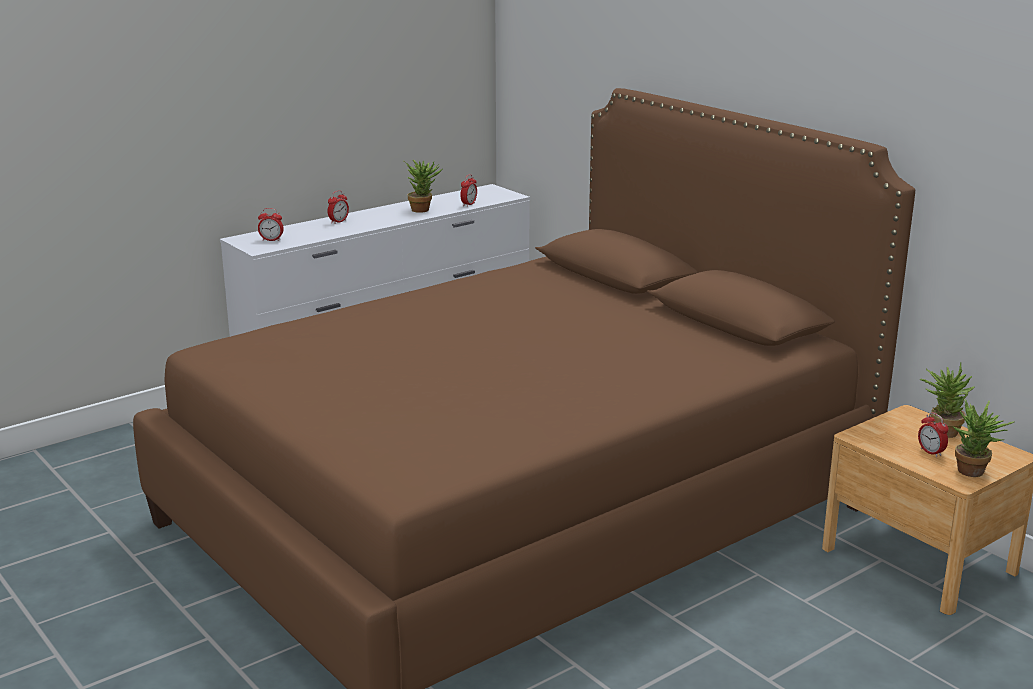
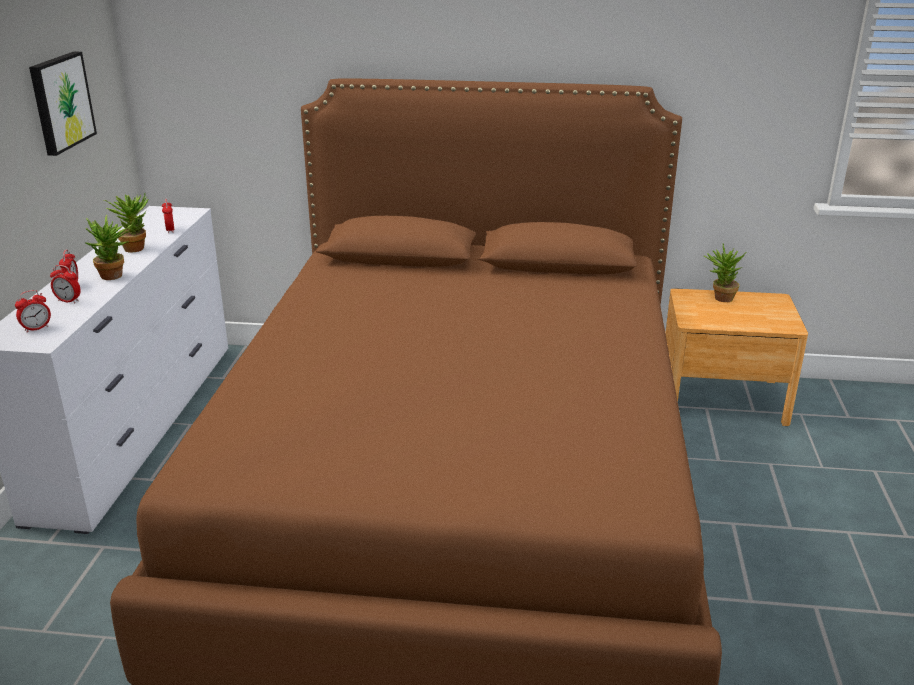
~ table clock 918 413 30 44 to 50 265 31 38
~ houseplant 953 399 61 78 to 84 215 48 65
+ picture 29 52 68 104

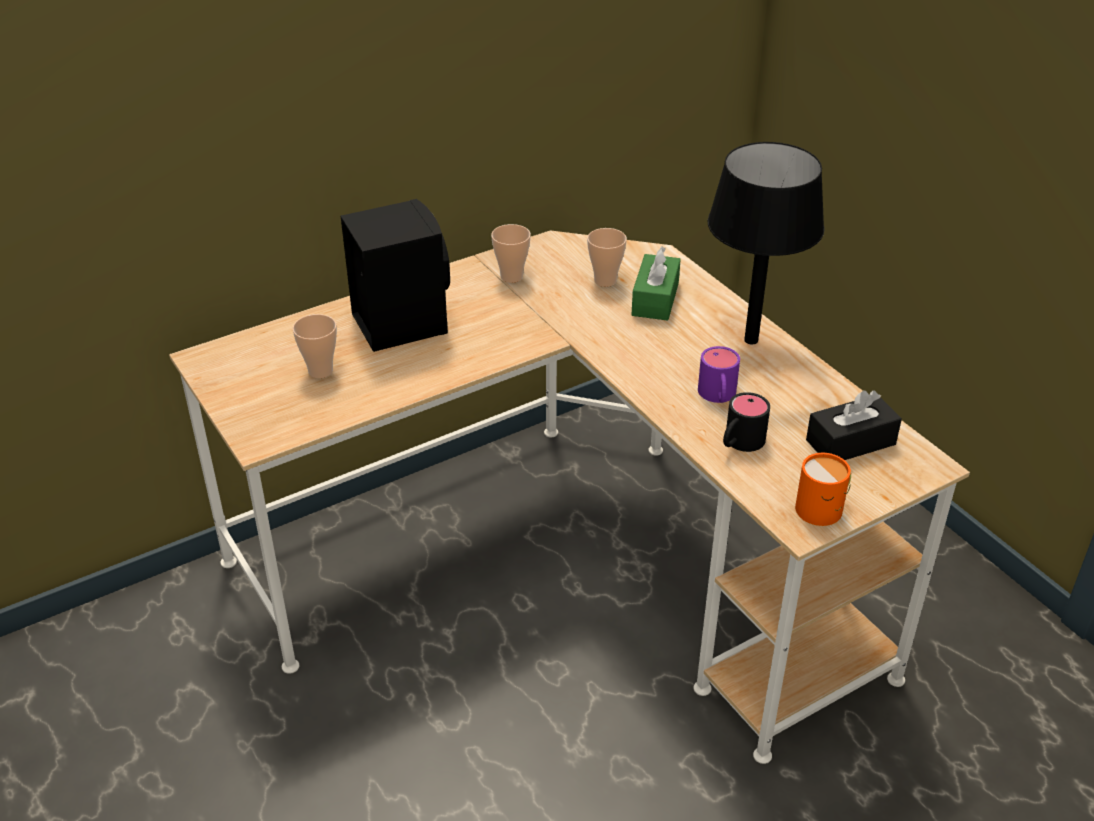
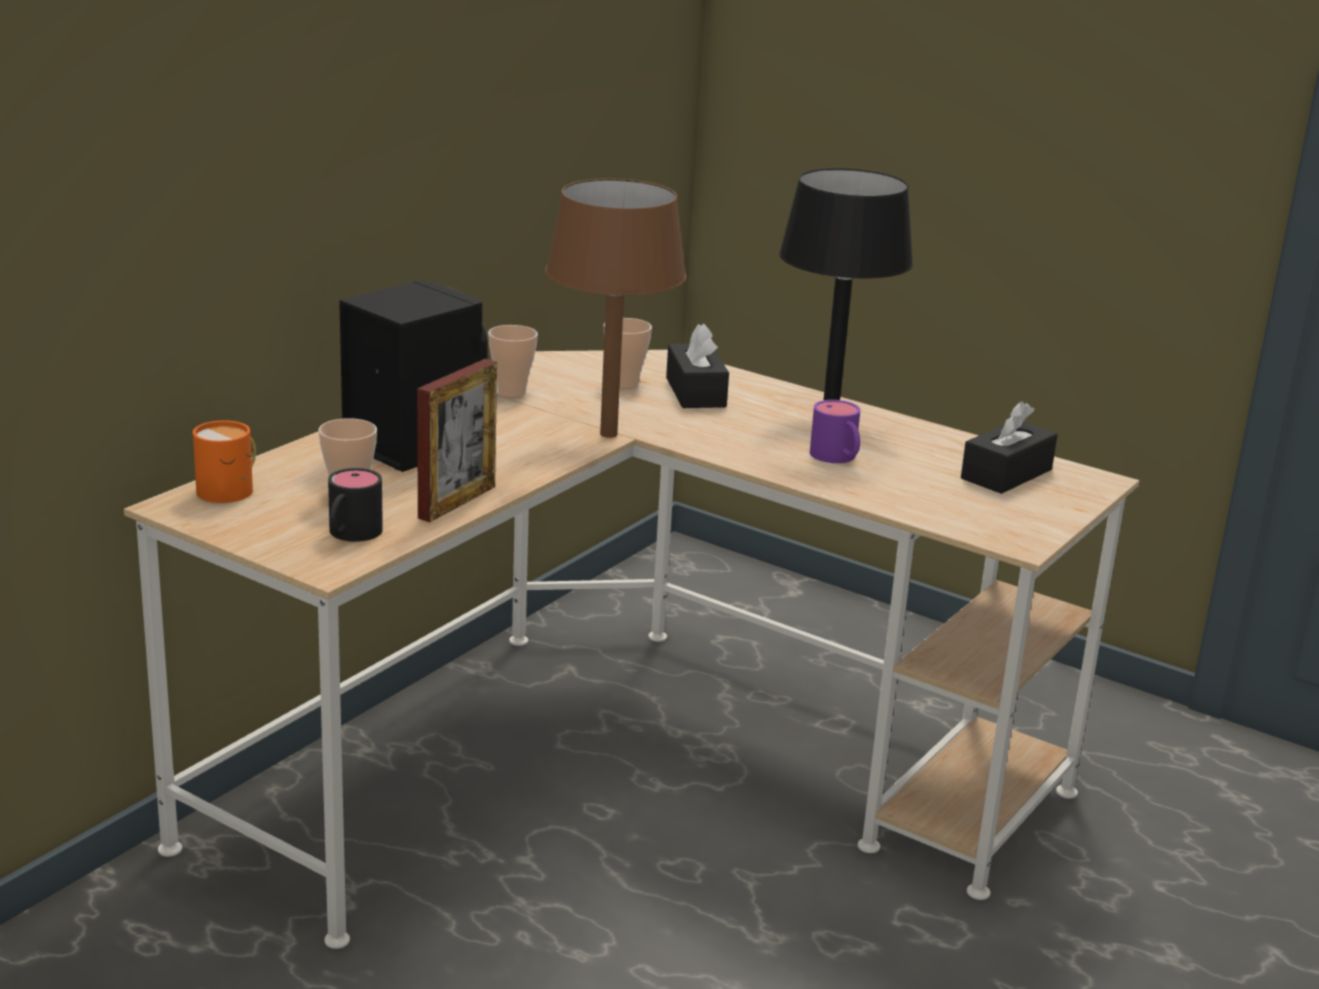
~ box of tissues in greenish 632 247 49 74 to box of tissues in black-coloured 666 323 63 85
~ tea mug in black-coloured 723 392 47 60 to 328 468 55 74
~ tea mug in orange-coloured 795 453 56 73 to 193 420 63 83
+ photo frame 417 359 80 163
+ table lamp in brownish 545 179 141 259

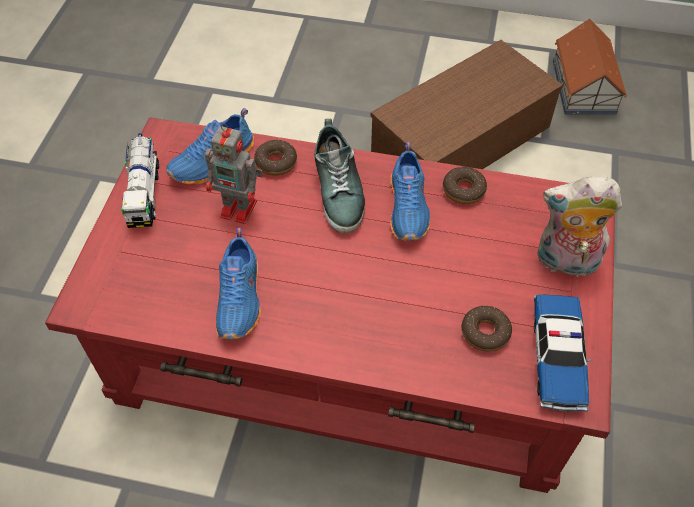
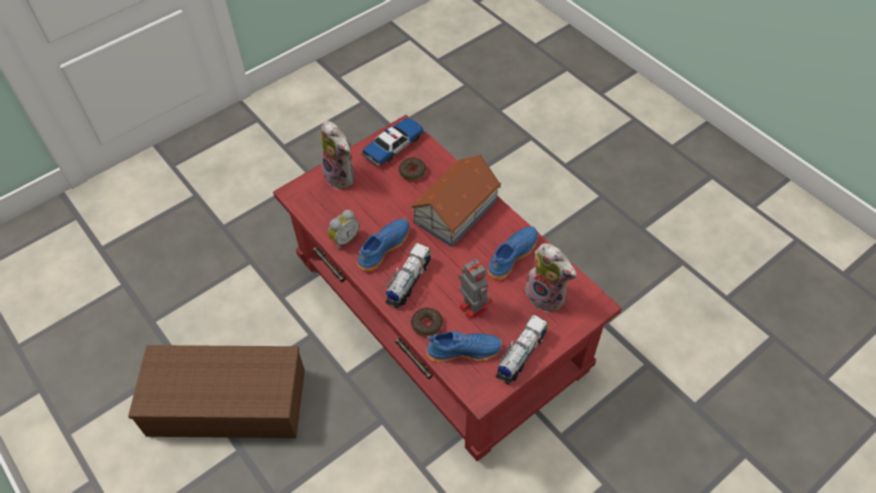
~ low shoe 314 119 51 115 to toy truck 385 243 46 66
~ donut 443 167 44 37 to table clock 328 210 31 39
~ toy house 553 19 74 96 to 410 155 92 92
+ cuddly toy 524 243 52 70

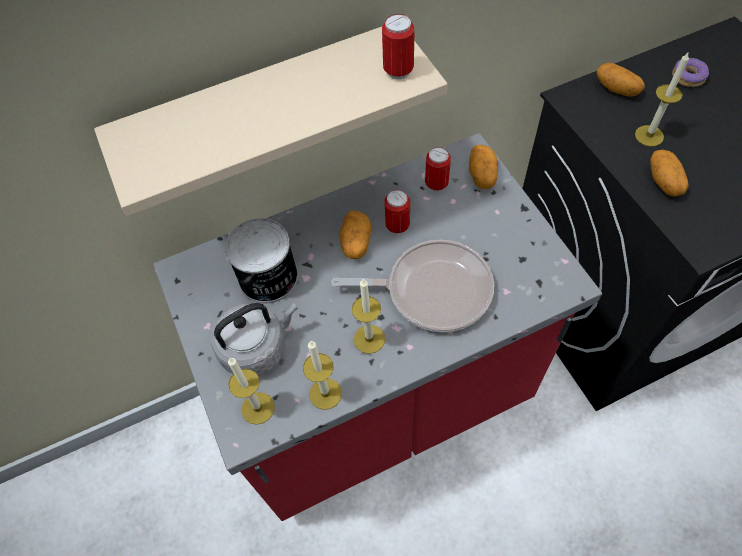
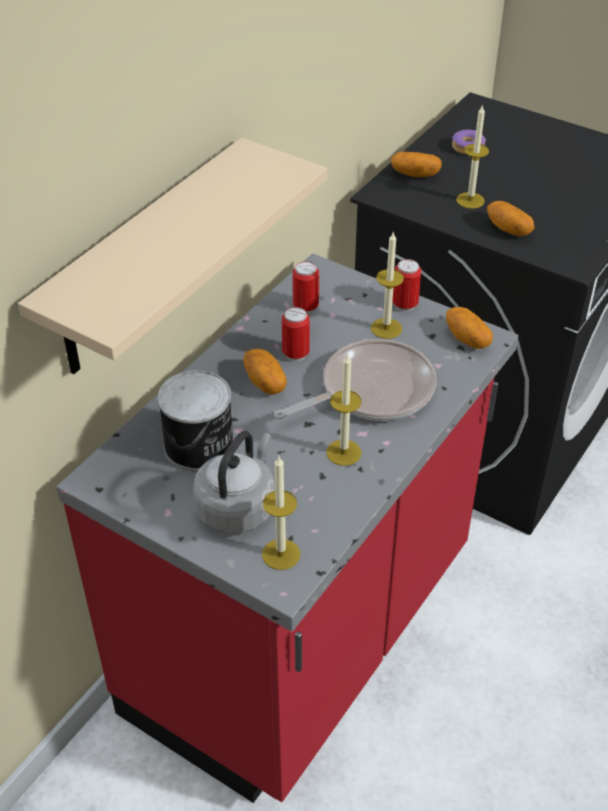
~ wax candle 303 341 39 69 to 371 231 33 108
~ sealed can 382 14 32 65 to 393 259 28 53
~ potato 469 145 29 44 to 446 307 47 42

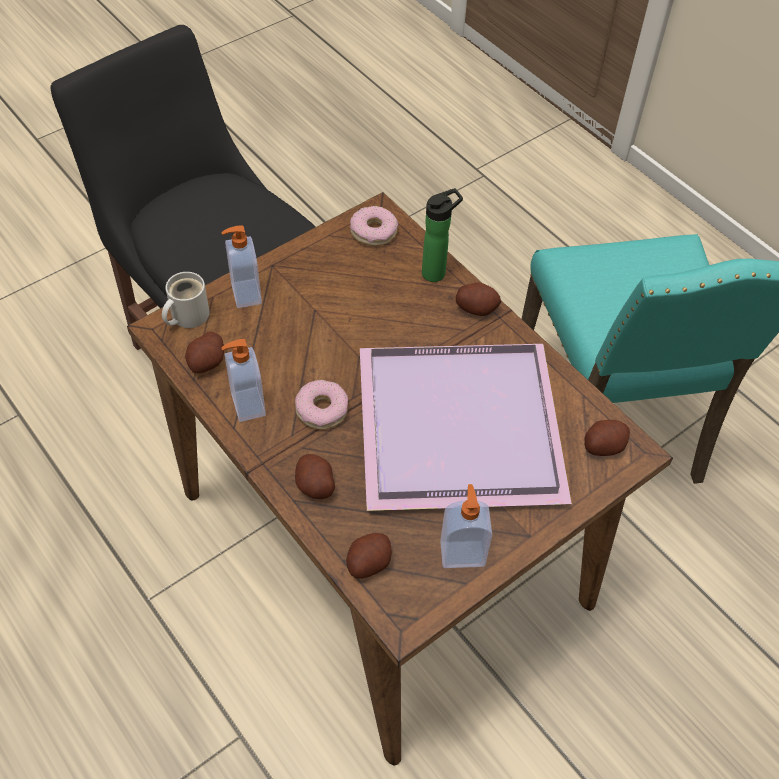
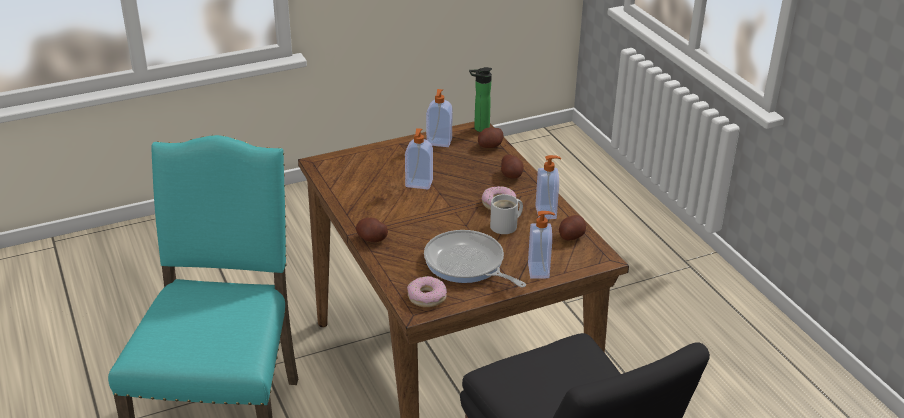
~ tea mug in white-coloured 162 272 48 56 to 490 194 33 40
~ tray in purple 360 344 212 167 to soap bottle 405 128 28 61
~ beverage bottle 422 188 41 94 to 469 67 23 65
- potato 584 420 46 36
+ pan 424 230 102 58

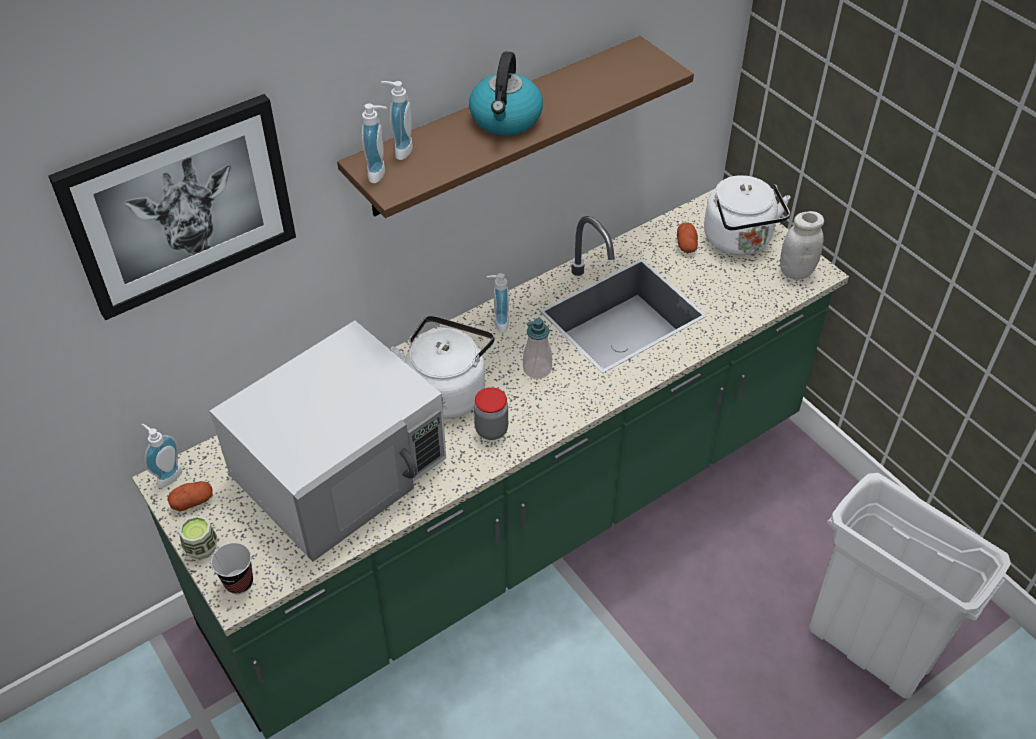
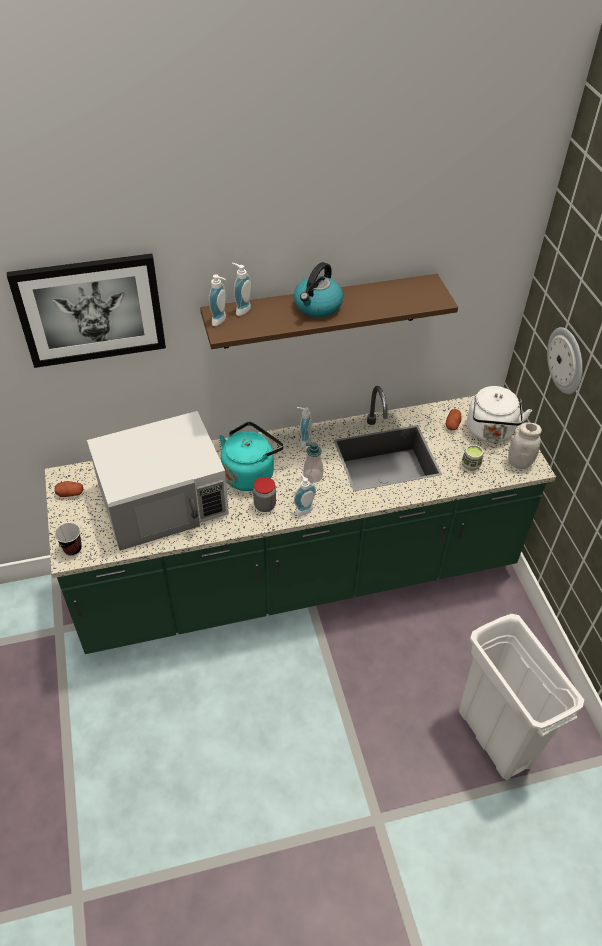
~ soap bottle 142 424 41 64 to 294 473 22 43
~ small cup 179 516 39 44 to 462 445 22 26
~ kettle in white-coloured 391 316 104 103 to kettle in blue-green 219 422 65 69
+ clock on the wall 547 327 36 67

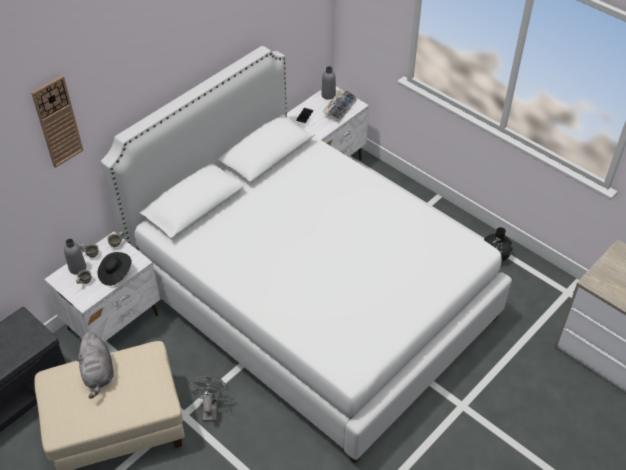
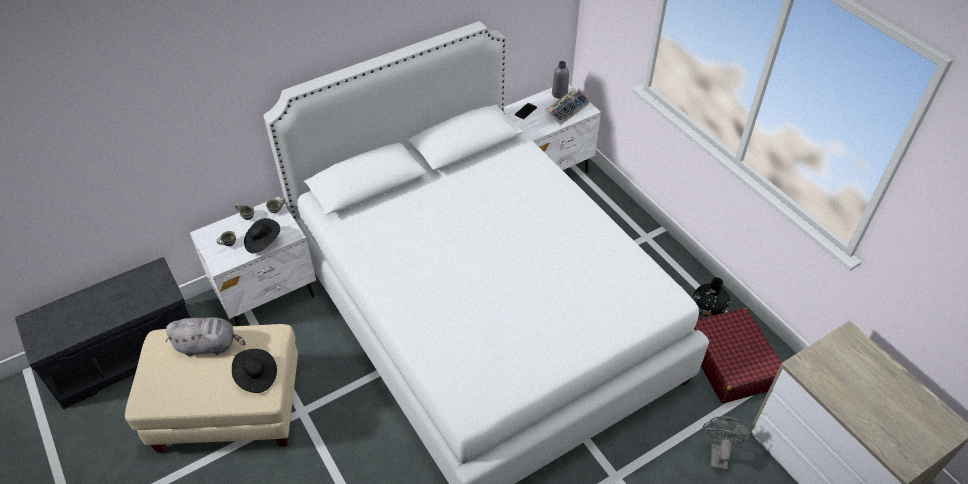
- clock on the wall 31 75 53 93
- beverage bottle in greyish 64 239 22 36
~ cuddly toy in greyish 77 332 37 67 = 166 317 80 39 90 degrees counterclockwise
~ fan in greyish 187 376 41 46 to 703 416 49 55
+ clothing hat in black-coloured 232 349 45 44
+ piece of luggage in reddish 694 308 88 95

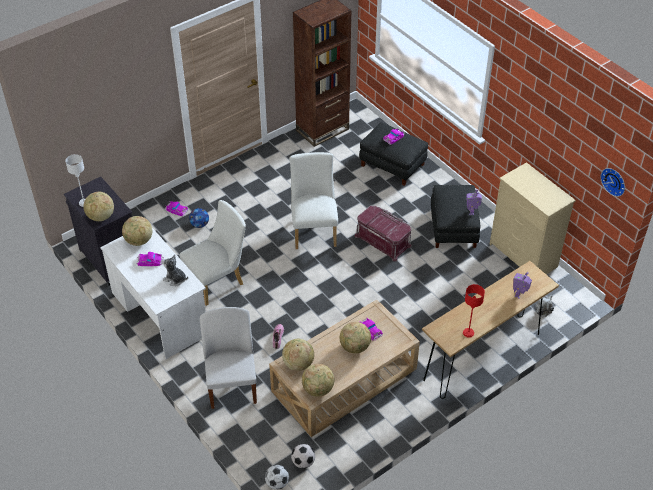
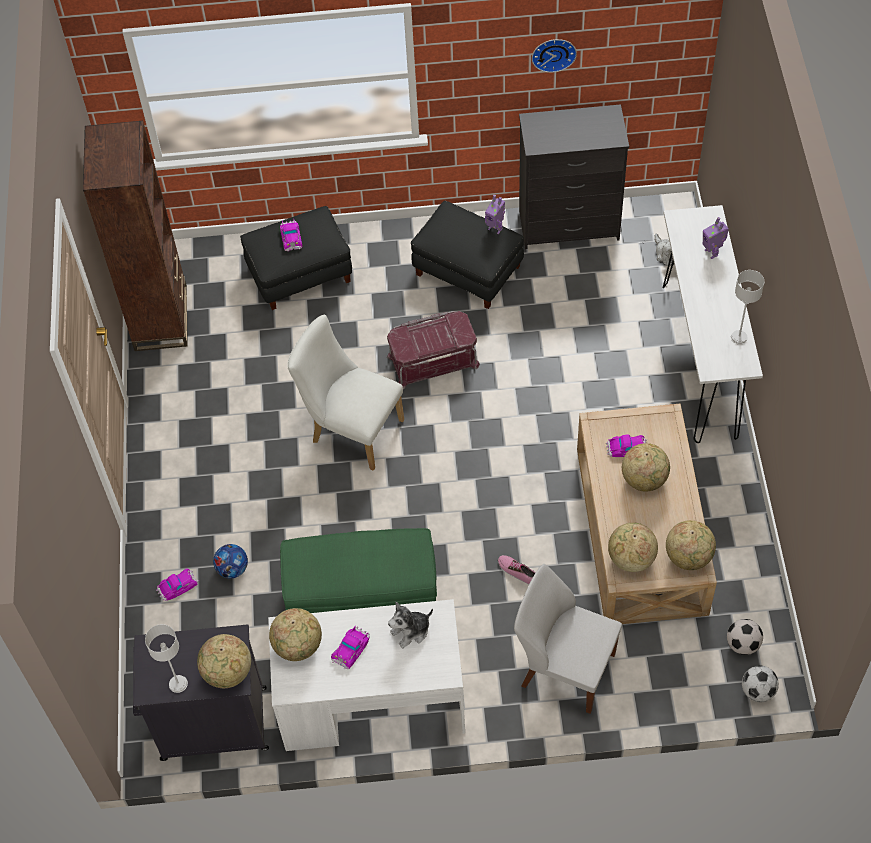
~ plain chair in white-coloured 180 200 66 106 to ottoman in greenish 280 528 157 85
~ console table in brownish 422 261 137 138 to console table in white-coloured 663 205 100 238
~ table lamp in reddish 463 284 22 54 to table lamp in greyish 731 270 33 75
~ drawer chest in sand-coloured 489 162 87 112 to drawer chest in black-coloured 519 104 110 145
~ clock on the wall 601 168 24 29 to 532 39 45 34

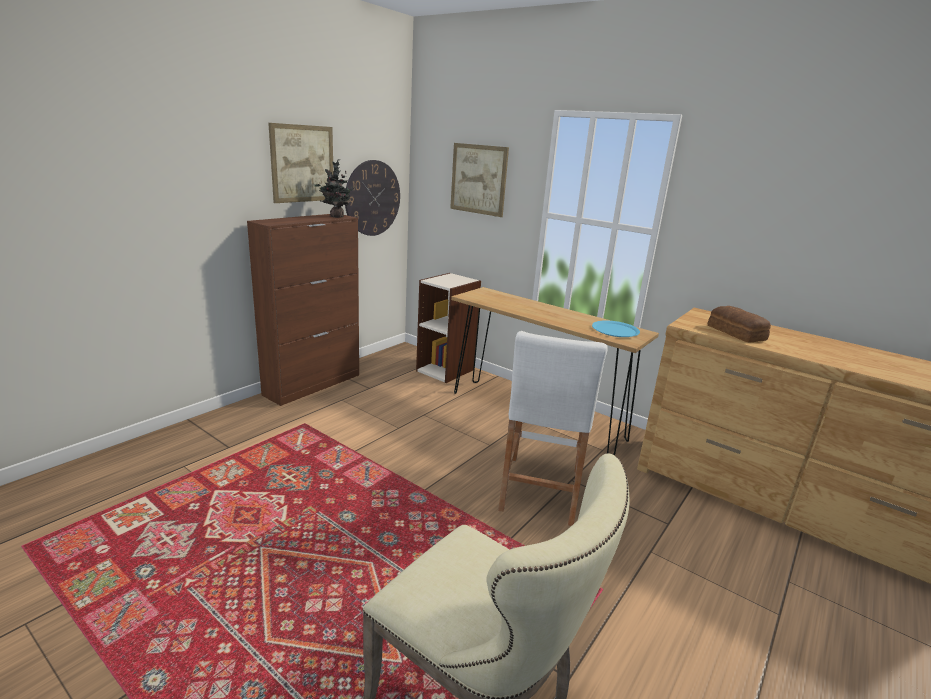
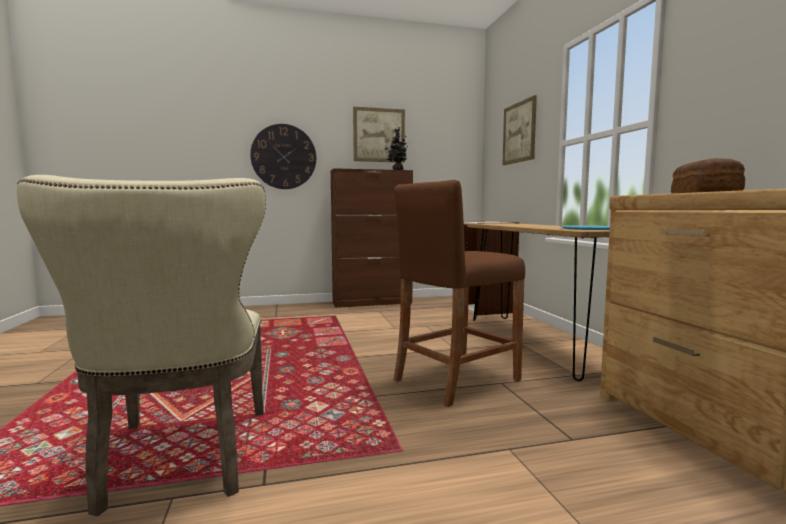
~ clock on the wall 345 160 55 76 to 250 124 66 65
~ stool in white-coloured 498 331 110 195 to stool in brownish 393 180 132 227

